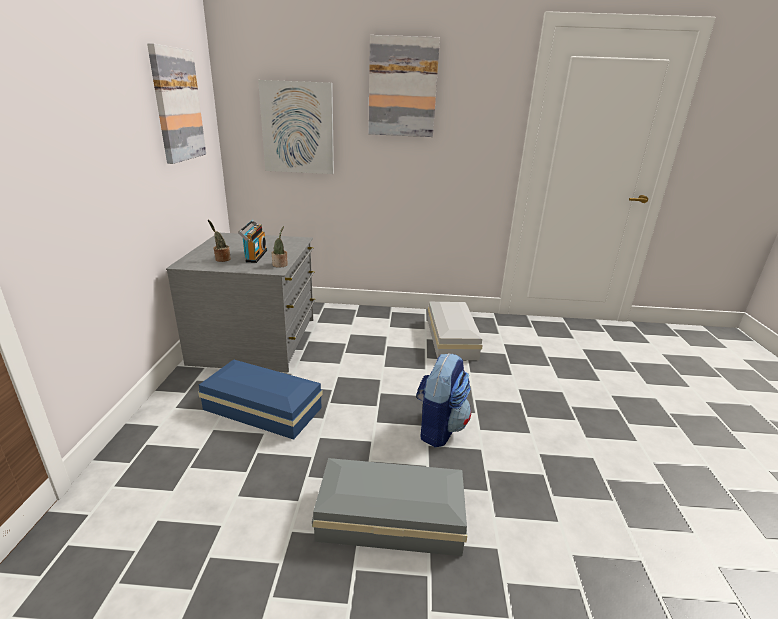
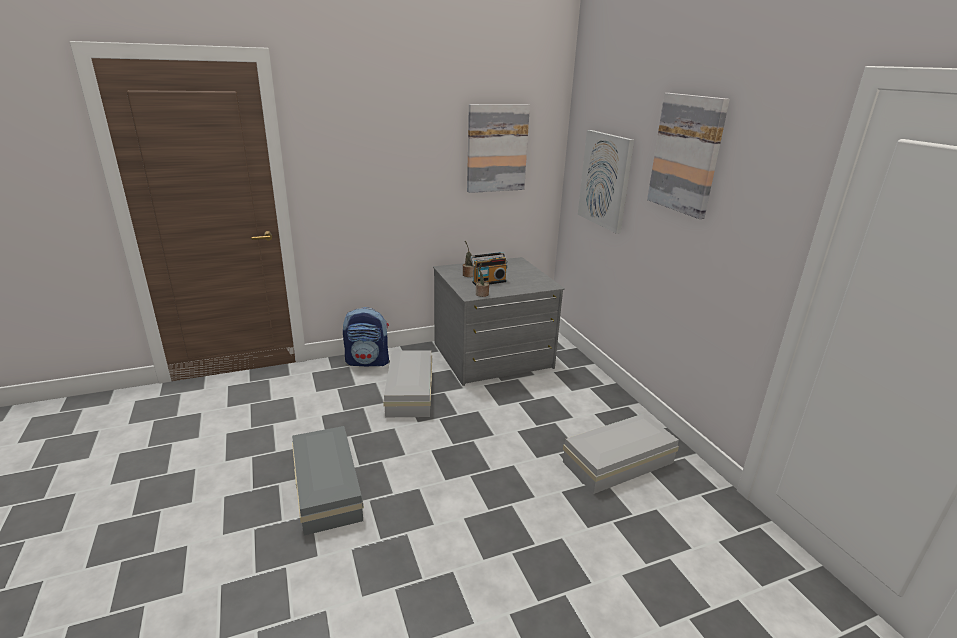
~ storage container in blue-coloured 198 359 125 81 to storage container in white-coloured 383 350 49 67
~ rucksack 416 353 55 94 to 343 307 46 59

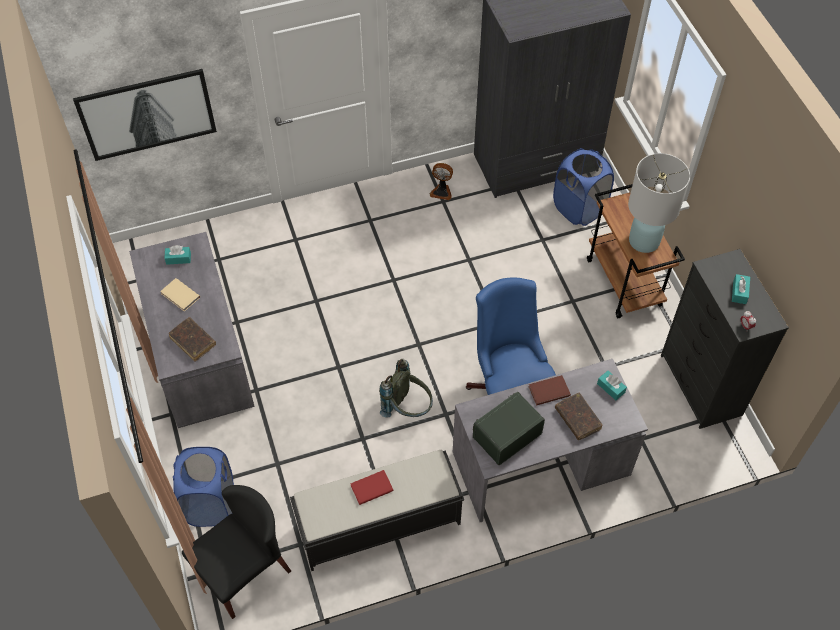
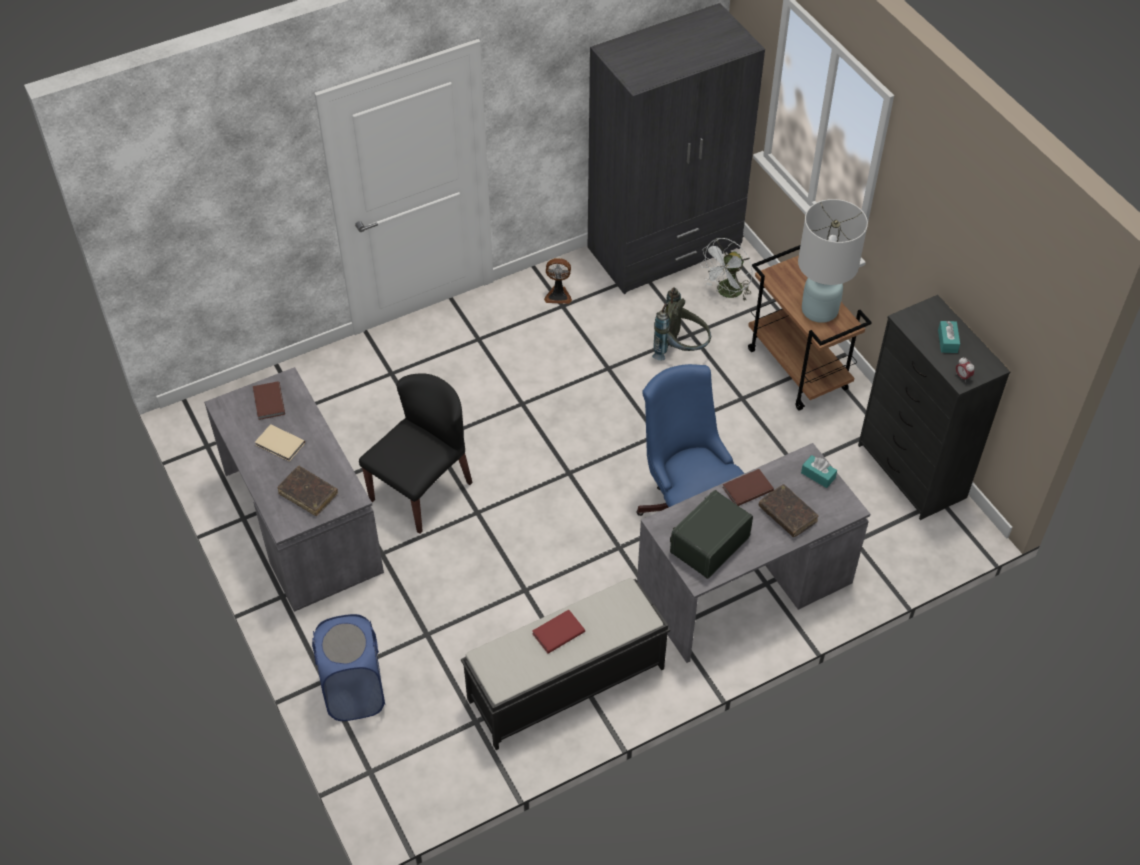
- picture 73 69 144 92
~ box of tissues in blue-green 164 245 27 20 to volume in brownish 253 381 32 39
~ plain chair in black-coloured 182 485 109 134 to 359 373 114 161
~ rucksack in greyish 379 359 54 59 to 652 287 59 74
~ hamper in blue-coloured 553 148 61 78 to fan in white-coloured 699 238 54 62

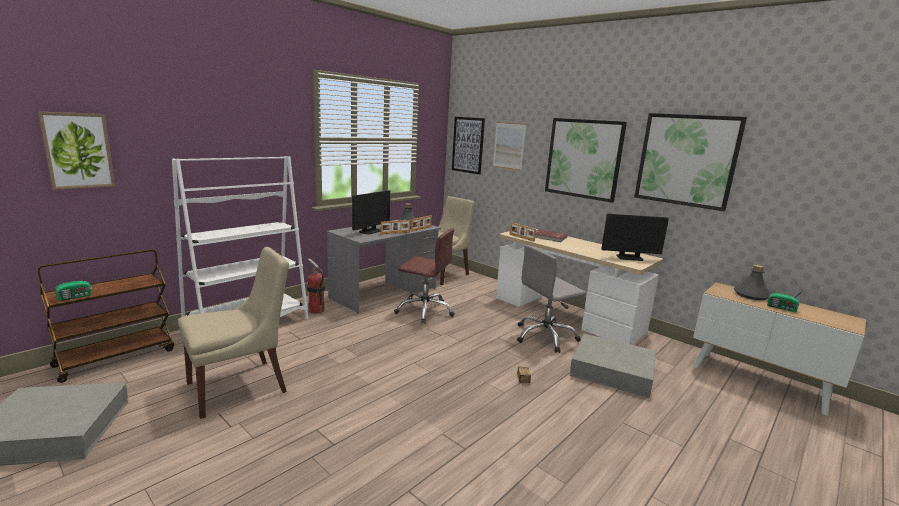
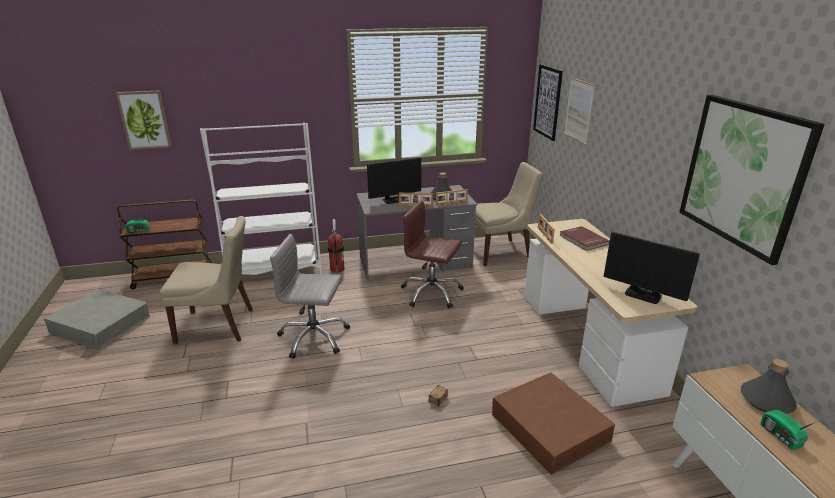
~ office chair in brownish 394 228 61 96 = 401 200 63 108 150 degrees clockwise
~ office chair in greyish 517 245 69 108 to 270 234 80 125
- picture 545 118 82 85
~ storage container in greyish 570 334 86 64 to storage container in brownish 492 373 123 102

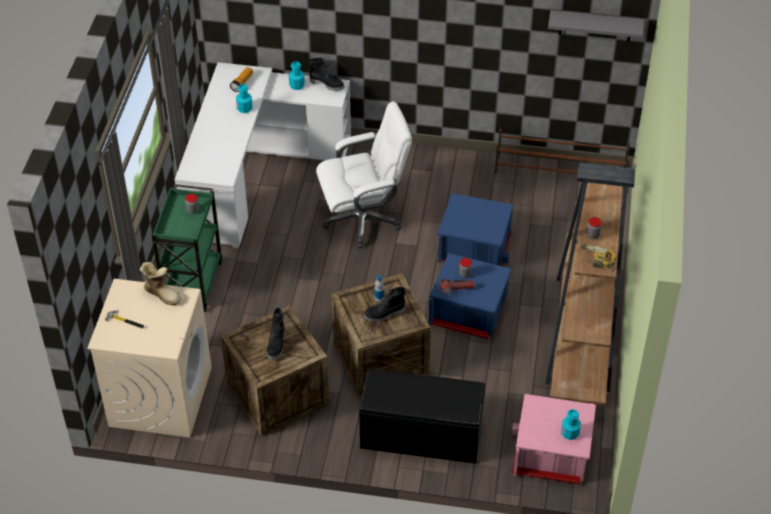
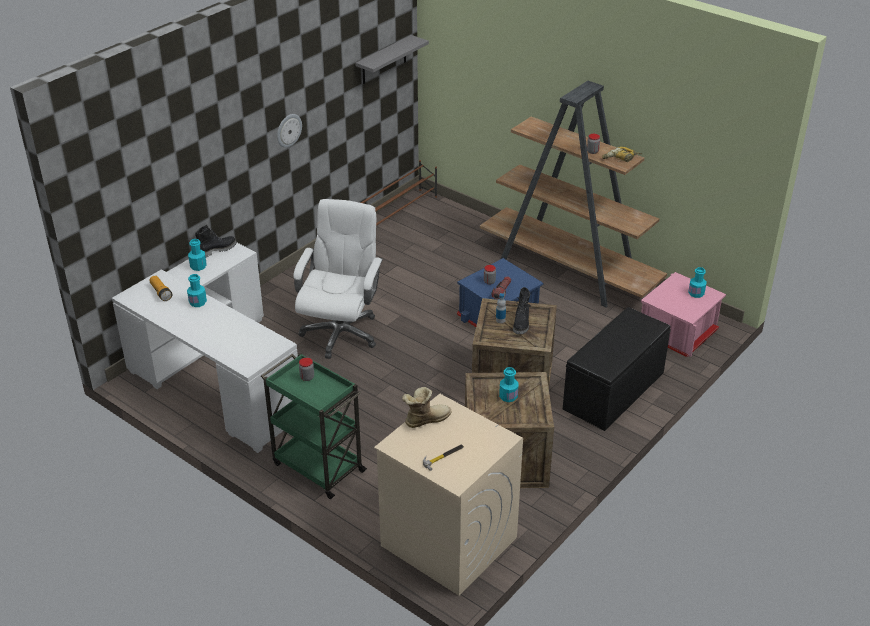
~ boot in black-coloured 267 308 18 52 to beverage bottle in blue-green 499 367 19 35
- storage container in blue-coloured 438 193 75 73
+ clock on the wall 277 114 25 34

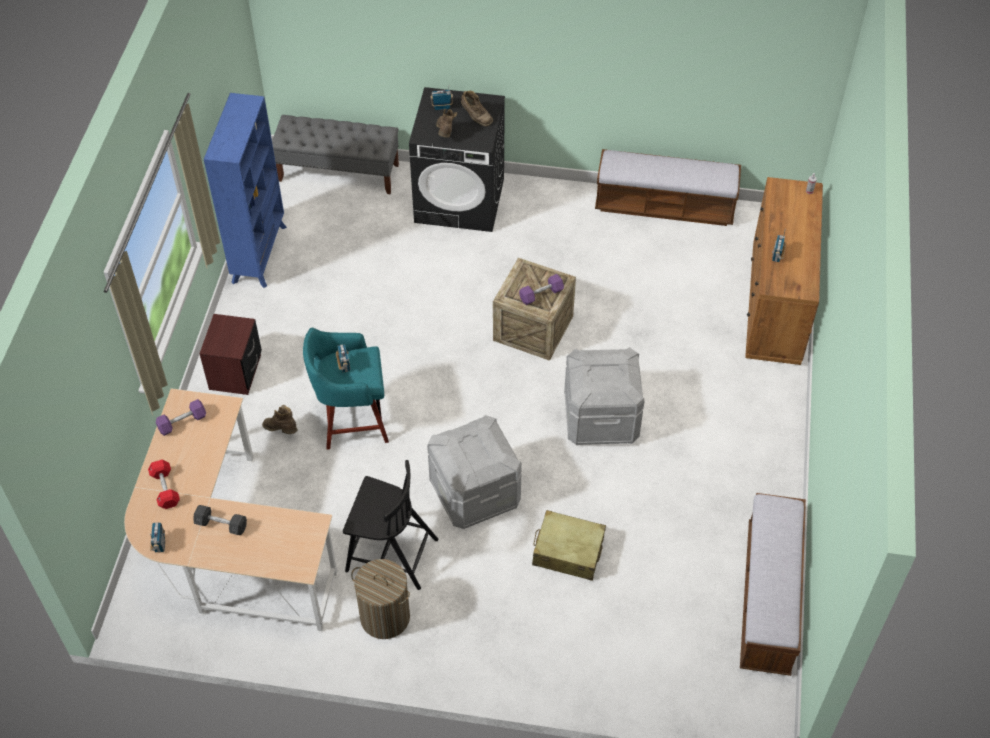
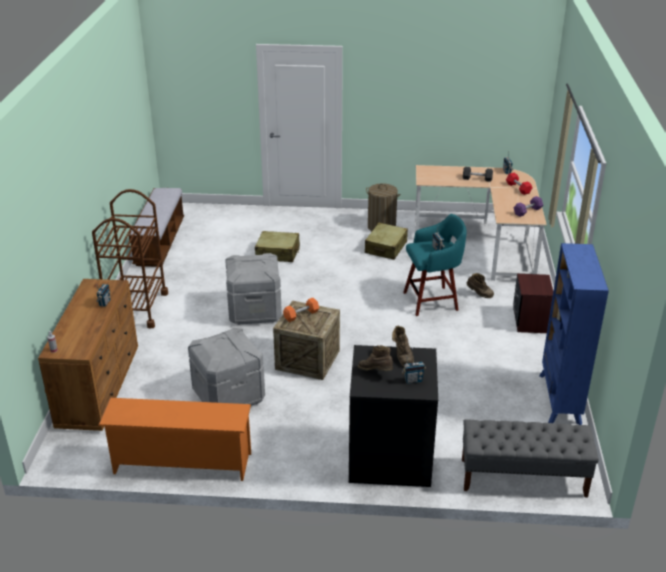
~ plain chair in black-coloured 343 460 95 130 to piece of luggage in sand-coloured 365 223 43 37
~ storage container in greyish 427 415 95 114 to 188 328 77 78
~ free weight in purple 519 274 45 31 to free weight in orange-coloured 283 298 36 24
~ bench 595 149 146 77 to shoe shelf in orange-coloured 98 398 153 83
+ trolley in brownish 92 189 76 140

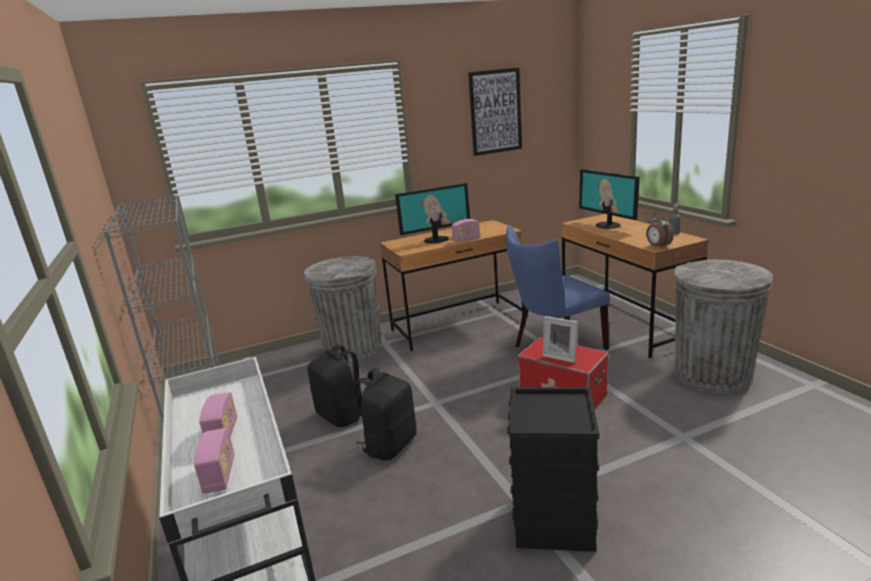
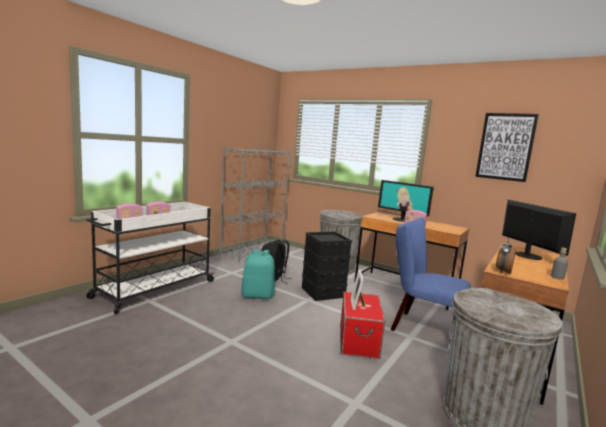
~ rucksack in black-coloured 354 369 62 91 to rucksack in blue-green 241 249 34 50
~ storage container in black-coloured 507 387 92 165 to 302 232 50 69
~ computer display 579 169 61 60 = 502 200 74 60 135 degrees clockwise

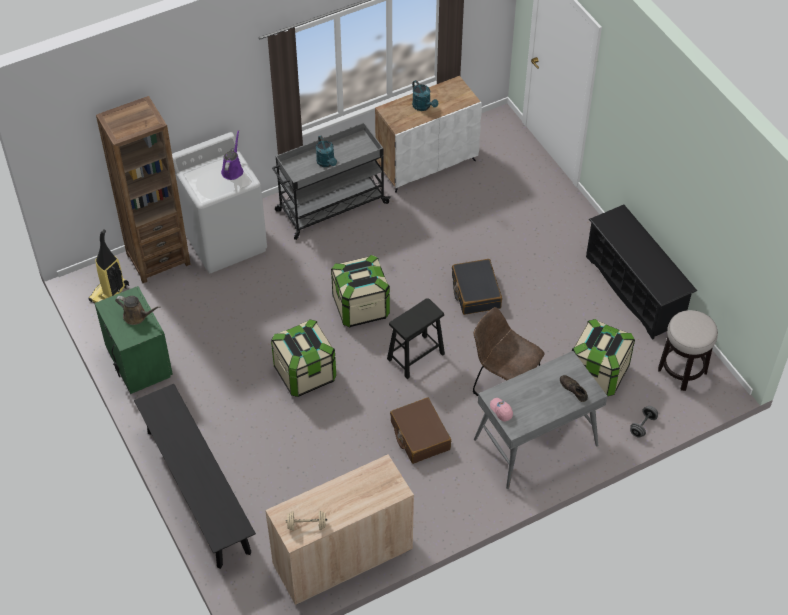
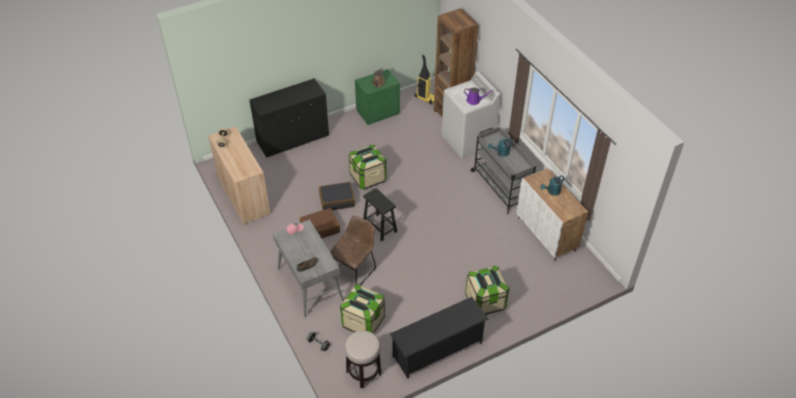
~ bench in black-coloured 134 384 122 185 to storage cabinet in black-coloured 250 79 79 79
~ storage container 331 255 59 72 to 465 266 44 49
~ piece of luggage in black-coloured 452 259 50 56 to 319 182 36 28

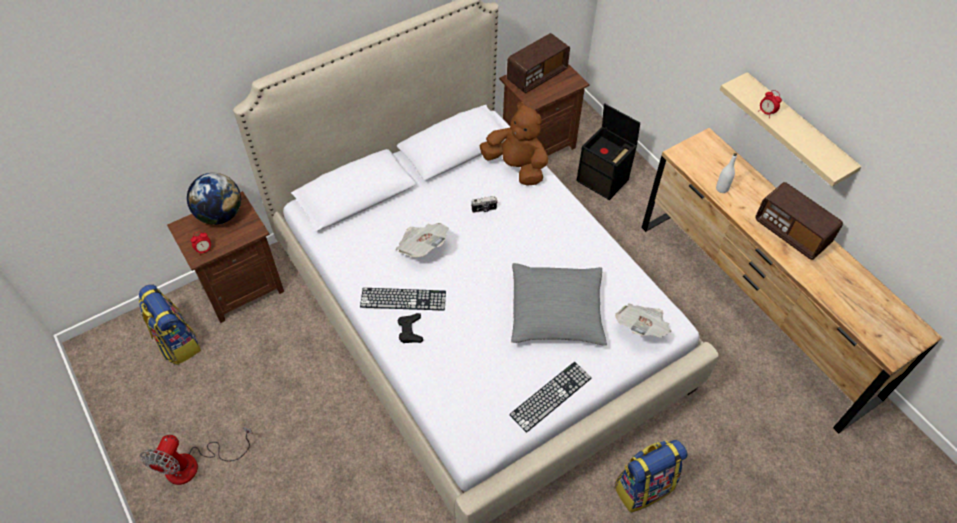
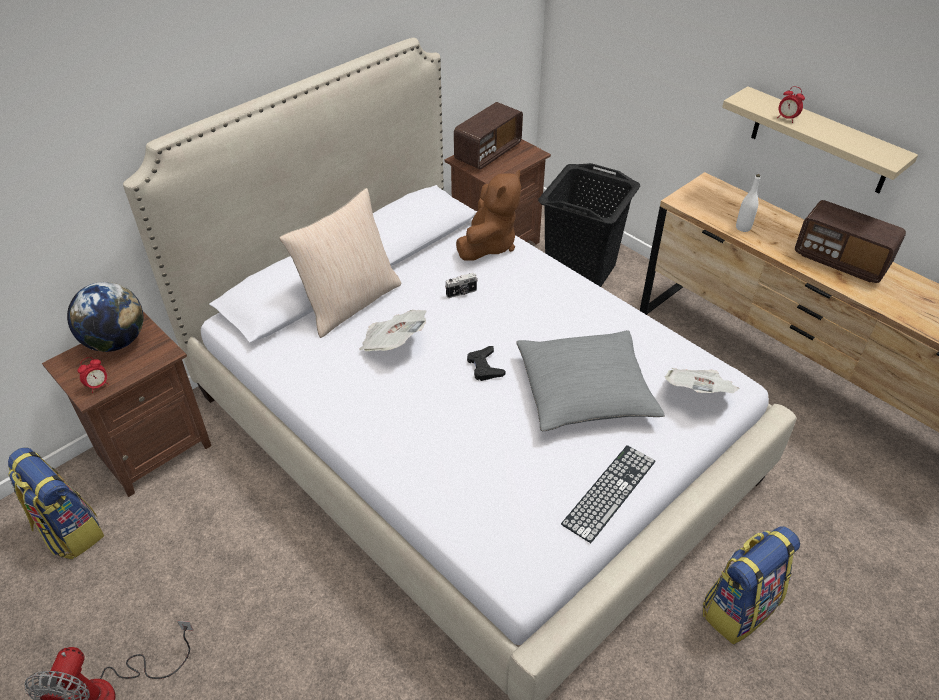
- computer keyboard 360 288 86 23
~ joypad in black-coloured 397 313 26 30 to 467 346 38 35
~ cuddly toy in brownish 479 102 69 84 = 456 170 65 91 90 degrees clockwise
~ storage container in black-coloured 577 103 63 97 to hamper in black-coloured 538 163 102 124
+ cushion in sand-coloured 279 188 122 150

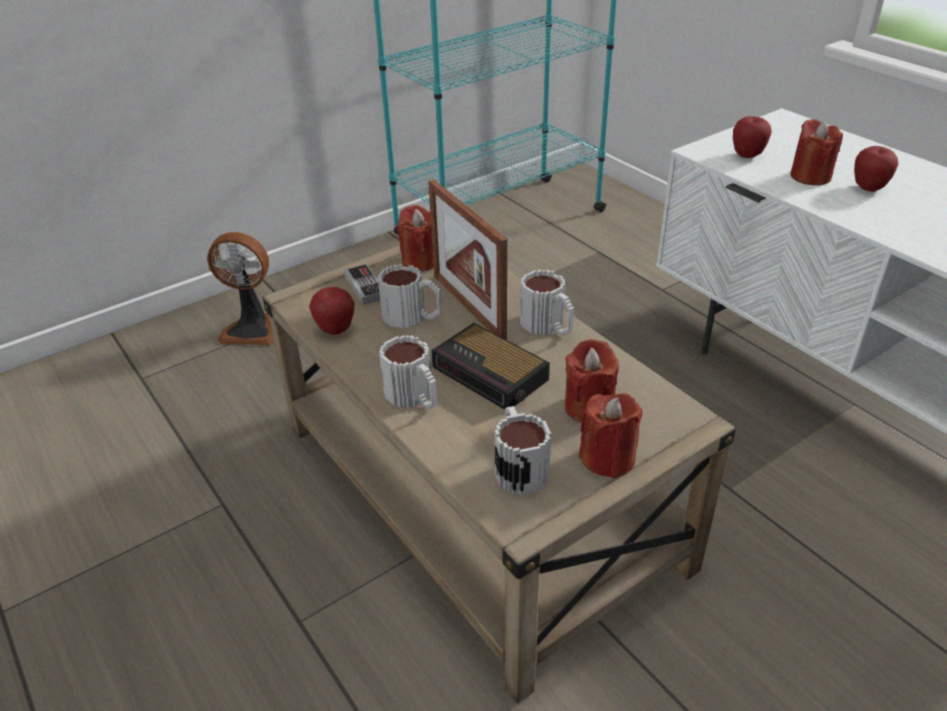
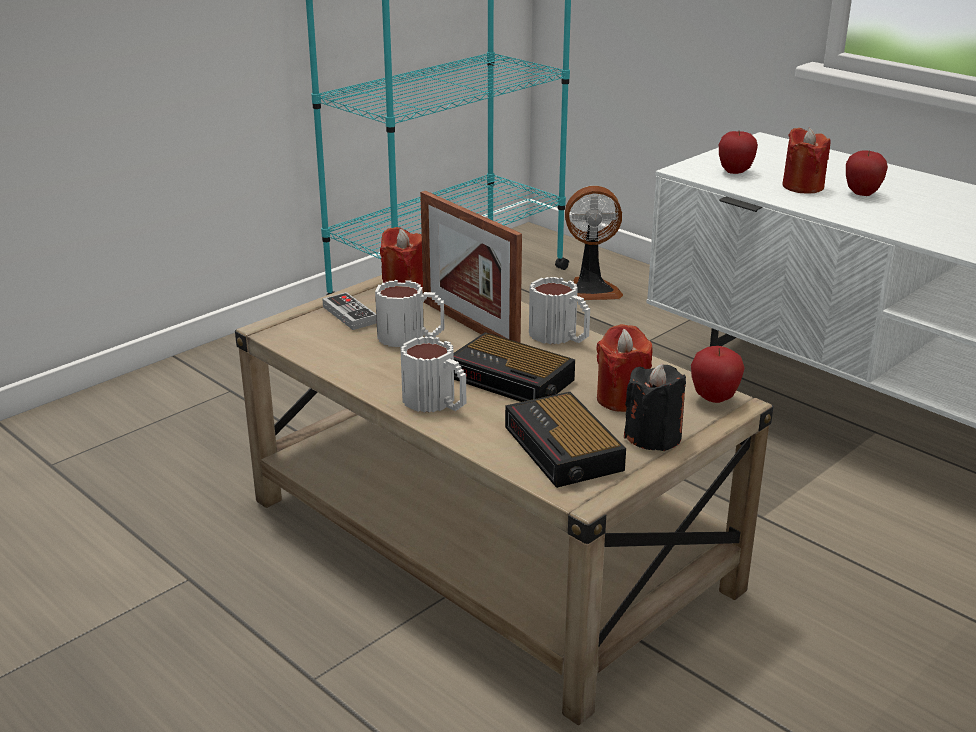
~ fan 207 232 67 113 to 565 186 58 114
~ apple fruit 309 287 46 48 to 691 346 54 57
~ tea mug 495 406 56 90 to table clock 505 392 121 96
~ wax candle in reddish 579 393 63 86 to wax candle in black-coloured 624 363 62 88

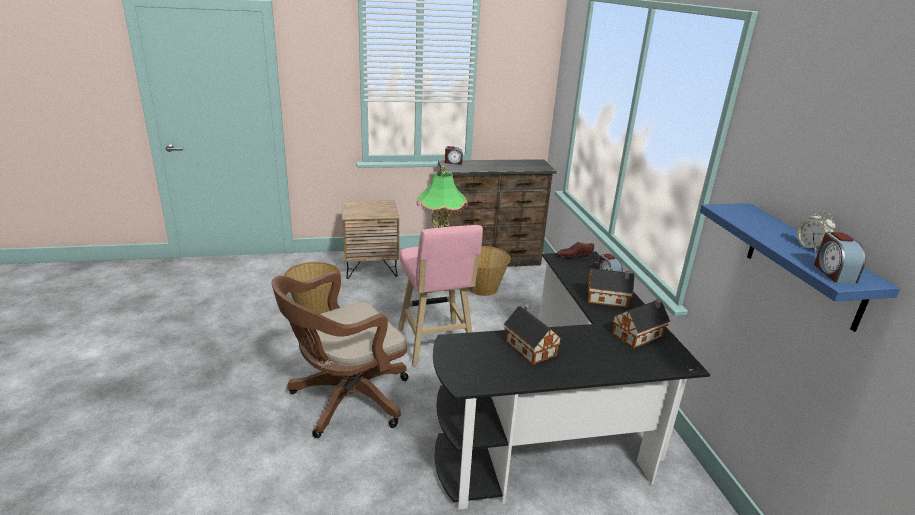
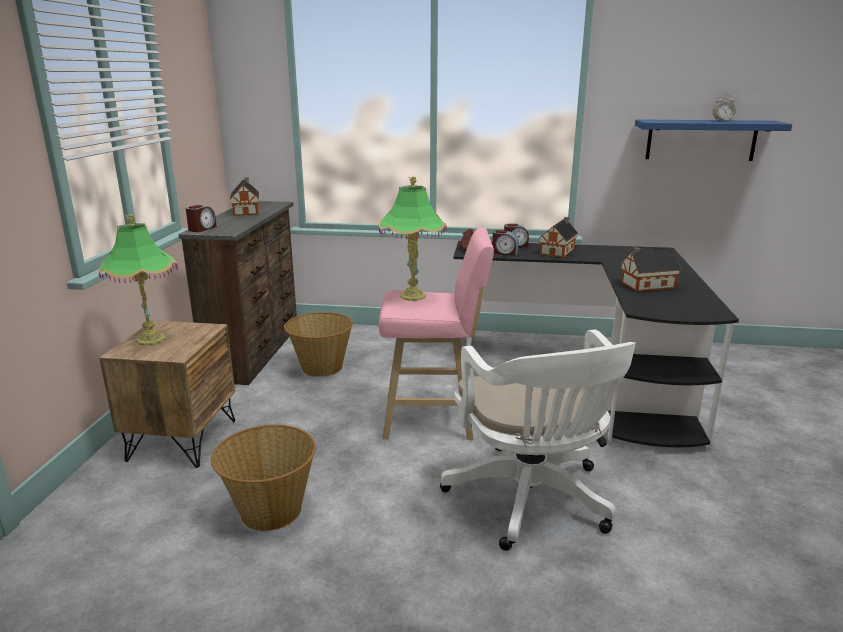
~ office chair in brownish 271 271 138 167 to office chair in white-coloured 440 329 196 222
~ toy house 612 299 58 50 to 230 177 29 39
~ table clock 814 232 52 52 to 492 230 26 26
+ table lamp 98 214 80 131

